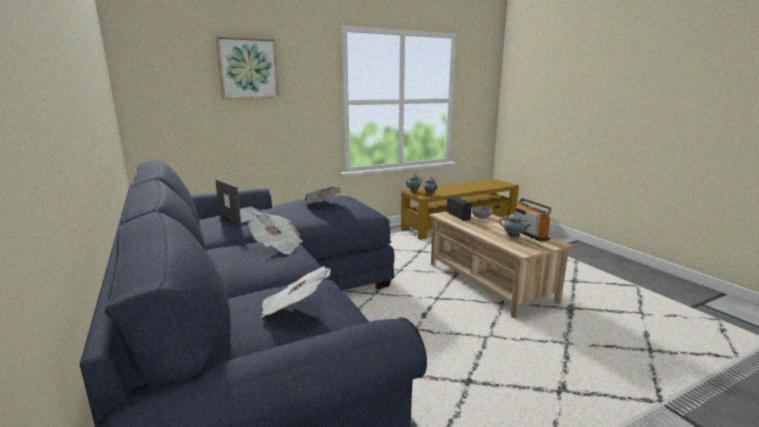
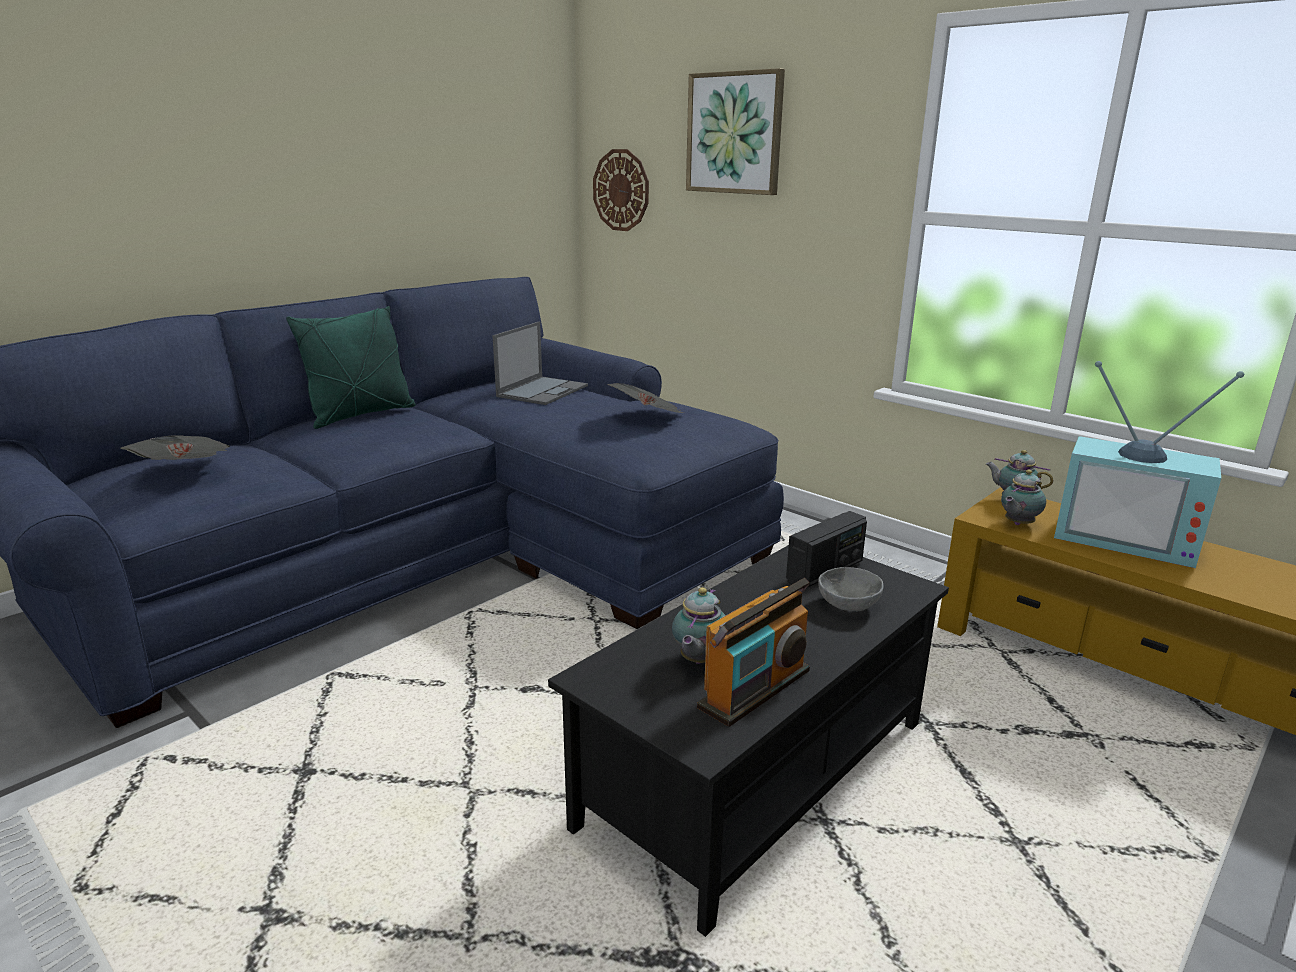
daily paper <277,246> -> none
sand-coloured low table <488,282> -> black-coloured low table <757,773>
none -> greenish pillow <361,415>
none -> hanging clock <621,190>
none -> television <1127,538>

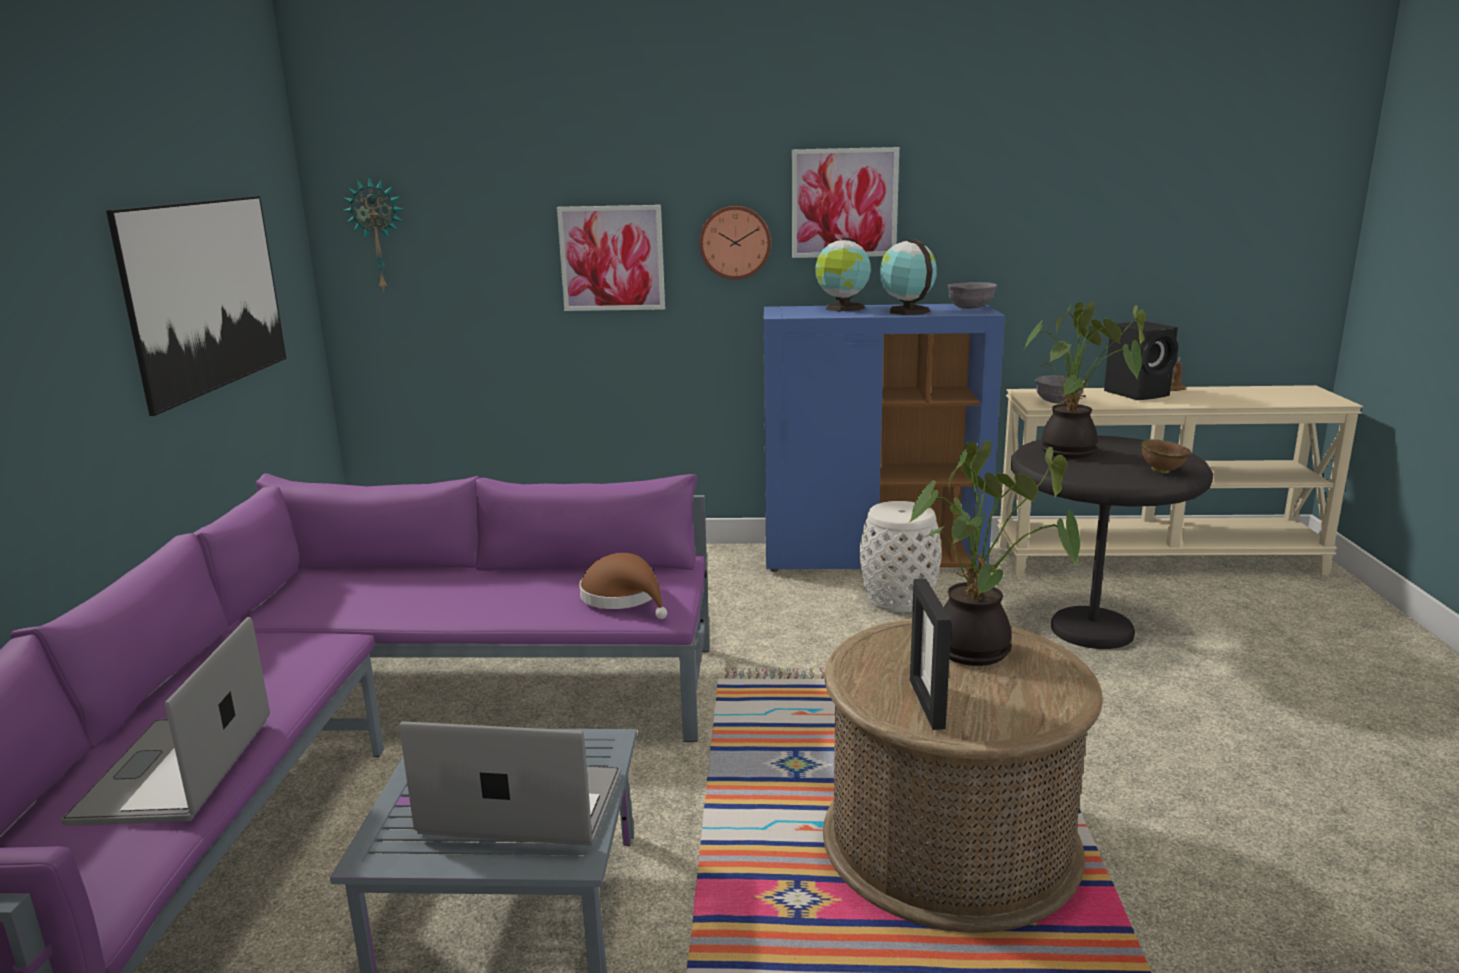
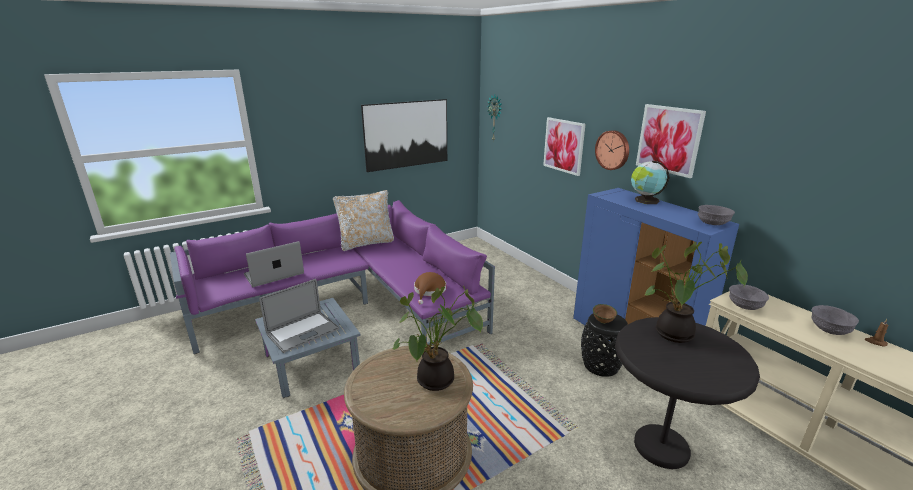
notebook computer <522,804> -> notebook computer <303,331>, 75 degrees clockwise
white stool <898,600> -> black-coloured stool <600,366>
desk globe <906,311> -> none
standing frame <929,703> -> none
black-coloured loudspeaker <1138,393> -> gray serving bowl <829,329>
brown-coloured serving bowl <1162,471> -> brown-coloured serving bowl <603,321>, moved
none -> white pillow <367,244>

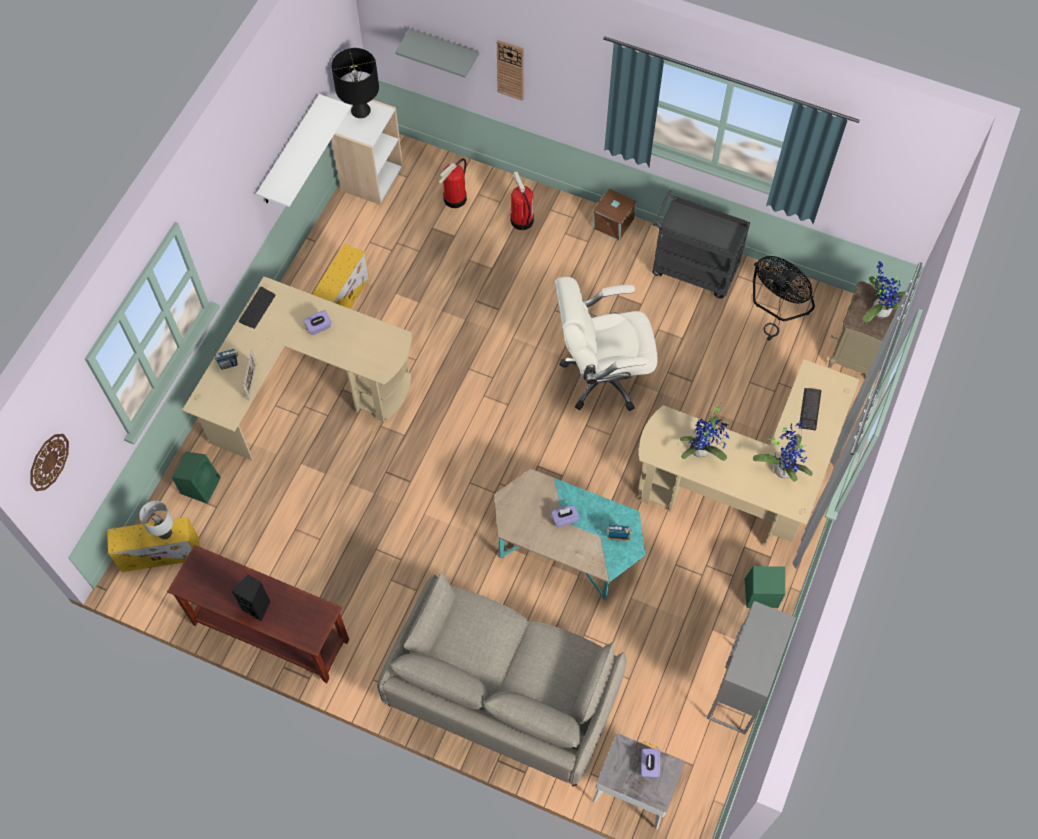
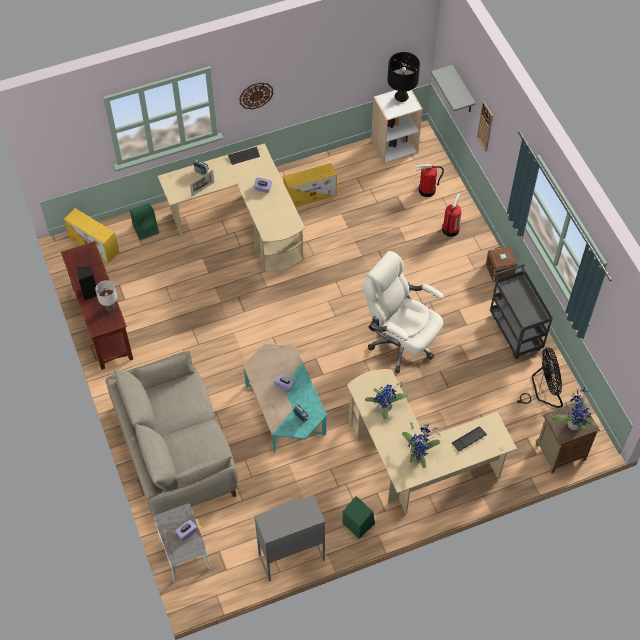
hanging clock <48,461> -> hanging clock <256,95>, moved
white table lamp <166,533> -> white table lamp <110,308>, moved
white wall shelf <290,152> -> none

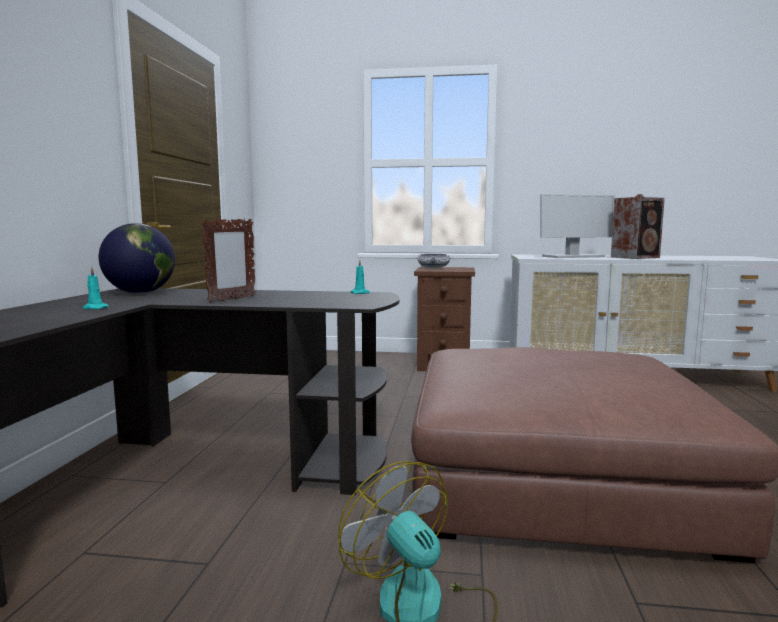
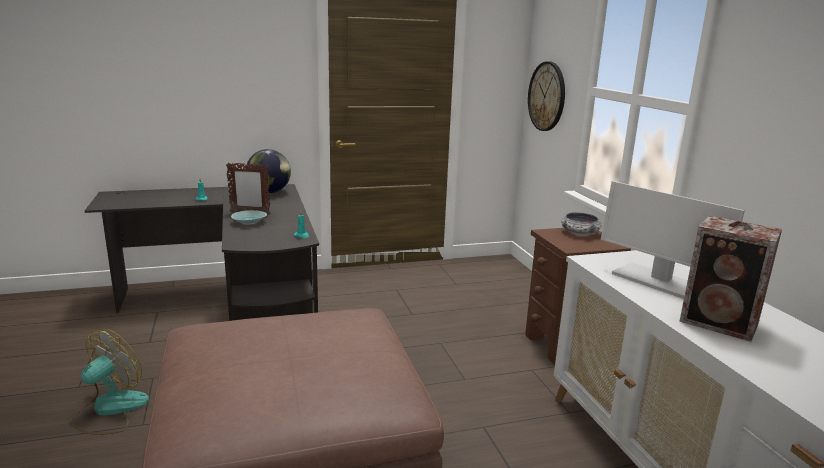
none -> turquoise-coloured serving bowl <248,222>
none -> hanging clock <547,96>

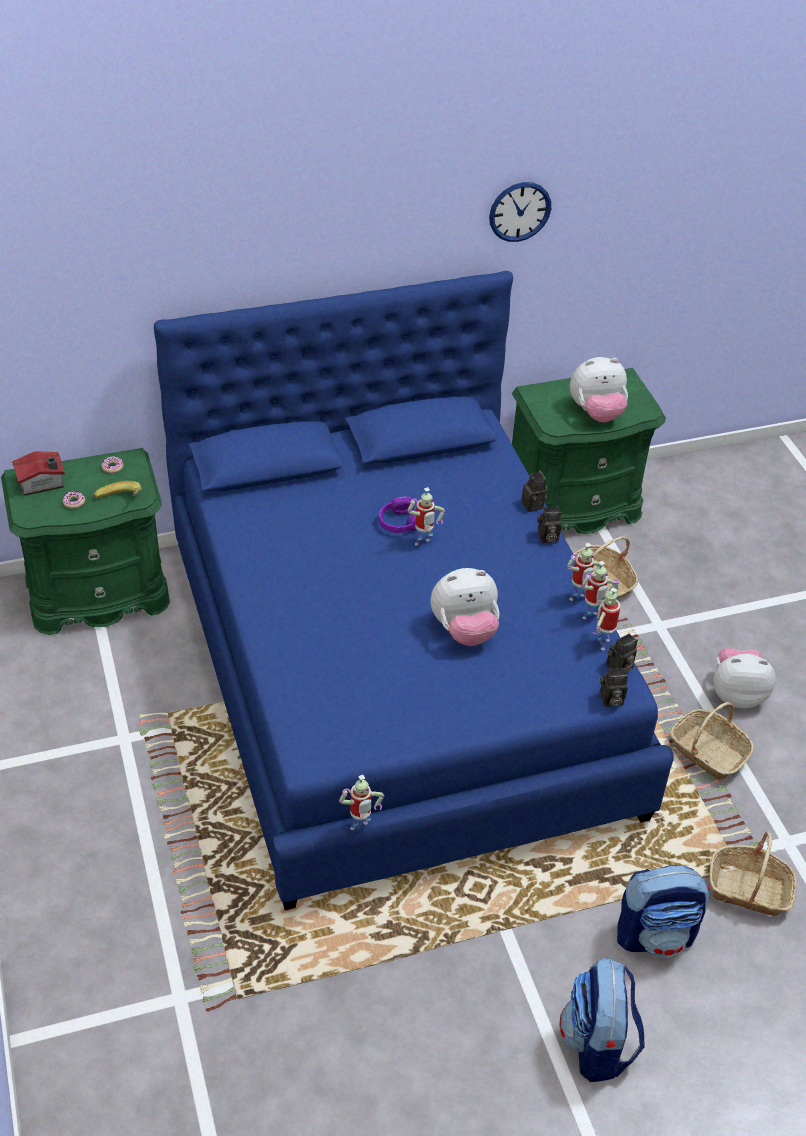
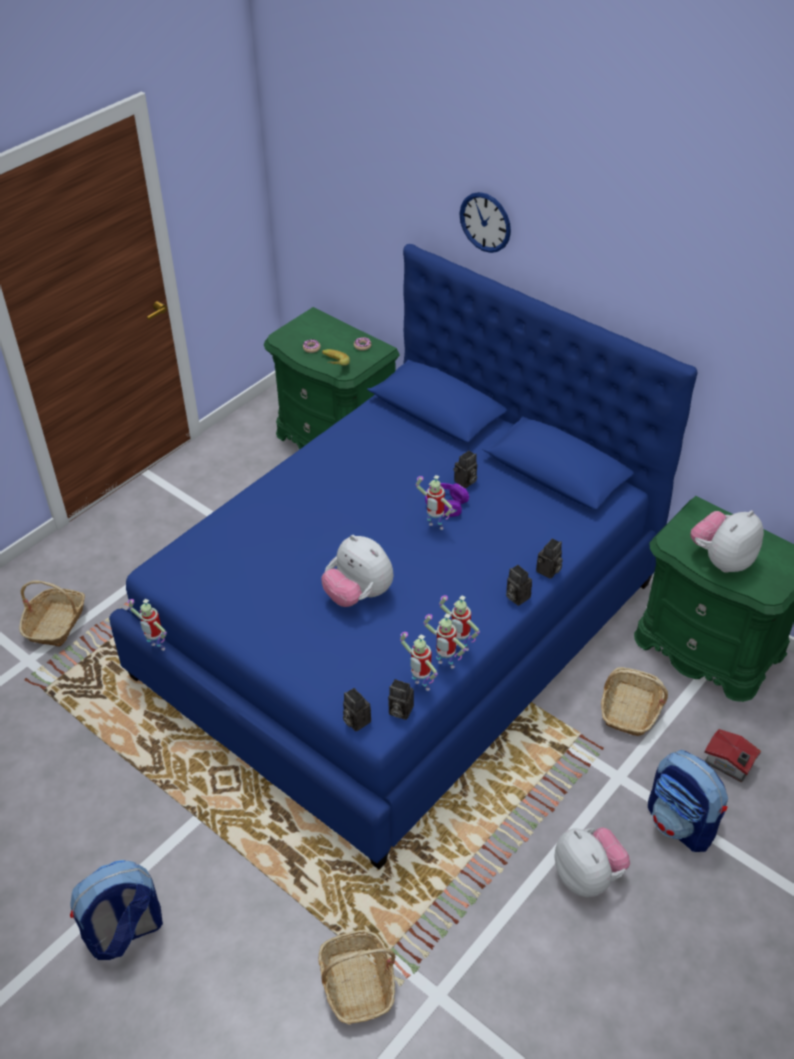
model house <42,483> -> model house <729,764>, moved
hanging clock <519,211> -> hanging clock <485,222>, moved
cuddly toy <596,413> -> cuddly toy <722,560>, 90 degrees clockwise
model robot <602,643> -> model robot <420,687>, 135 degrees counterclockwise
knapsack <655,934> -> knapsack <681,824>, moved
basket <707,752> -> basket <56,624>, moved
none -> photo camera <465,482>

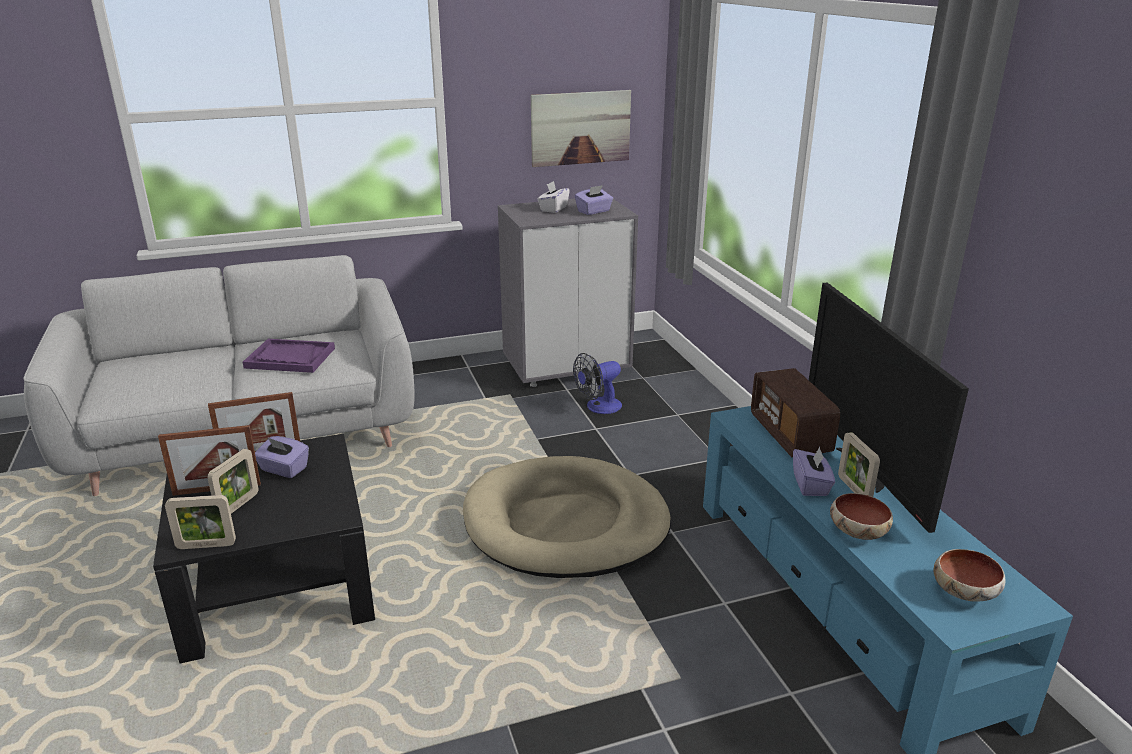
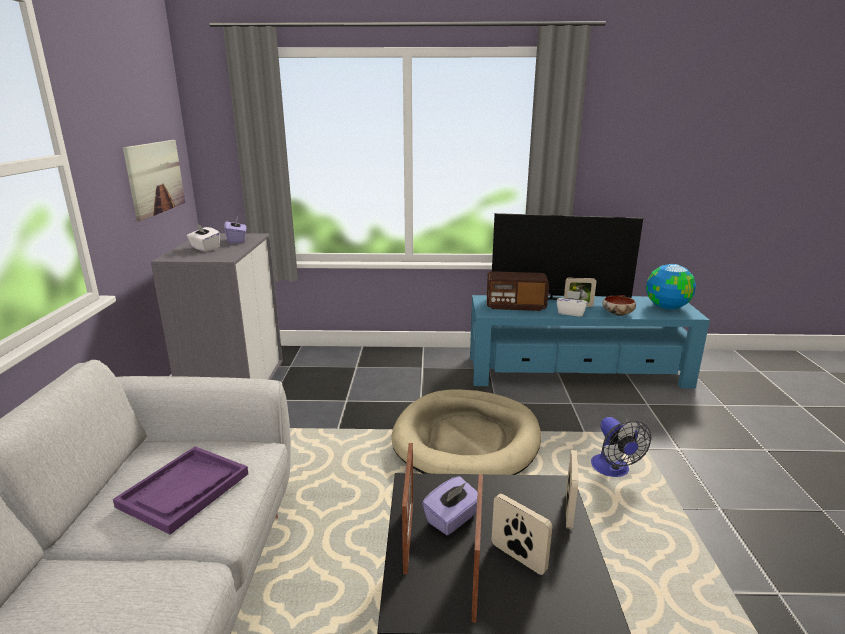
standing frame <206,545> -> standing frame <568,511>, moved
fan <598,407> -> fan <613,470>, moved
purple-coloured box of tissues <811,485> -> white box of tissues <571,313>
serving bowl <964,591> -> desk globe <666,307>

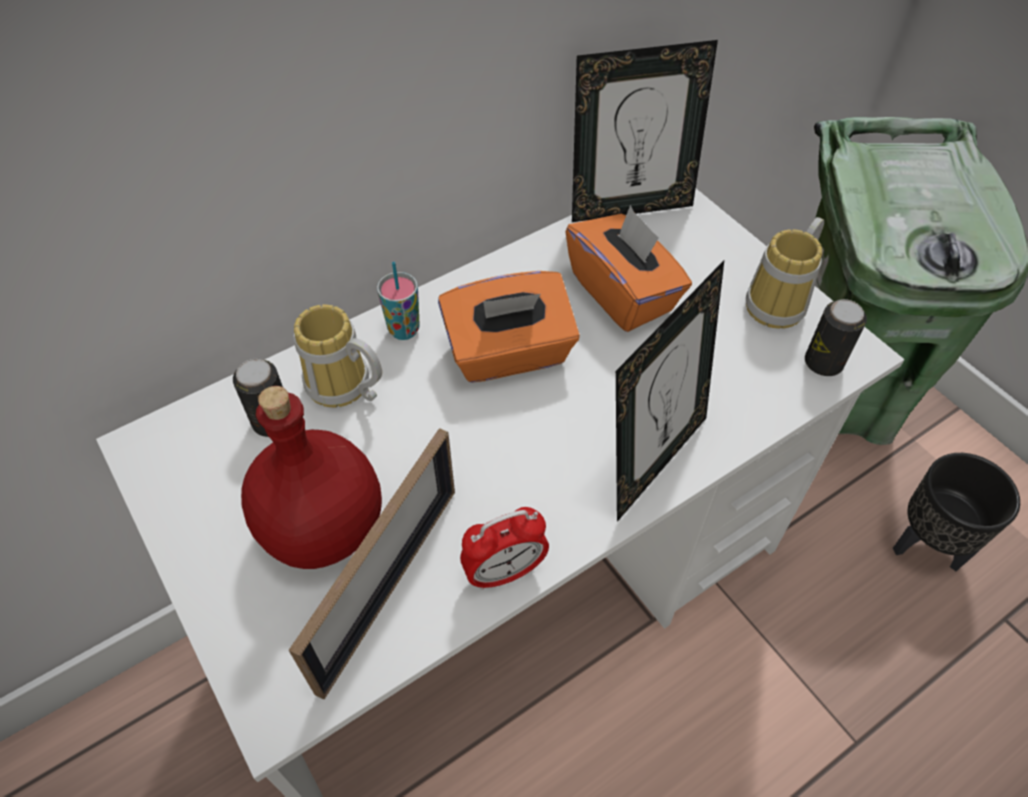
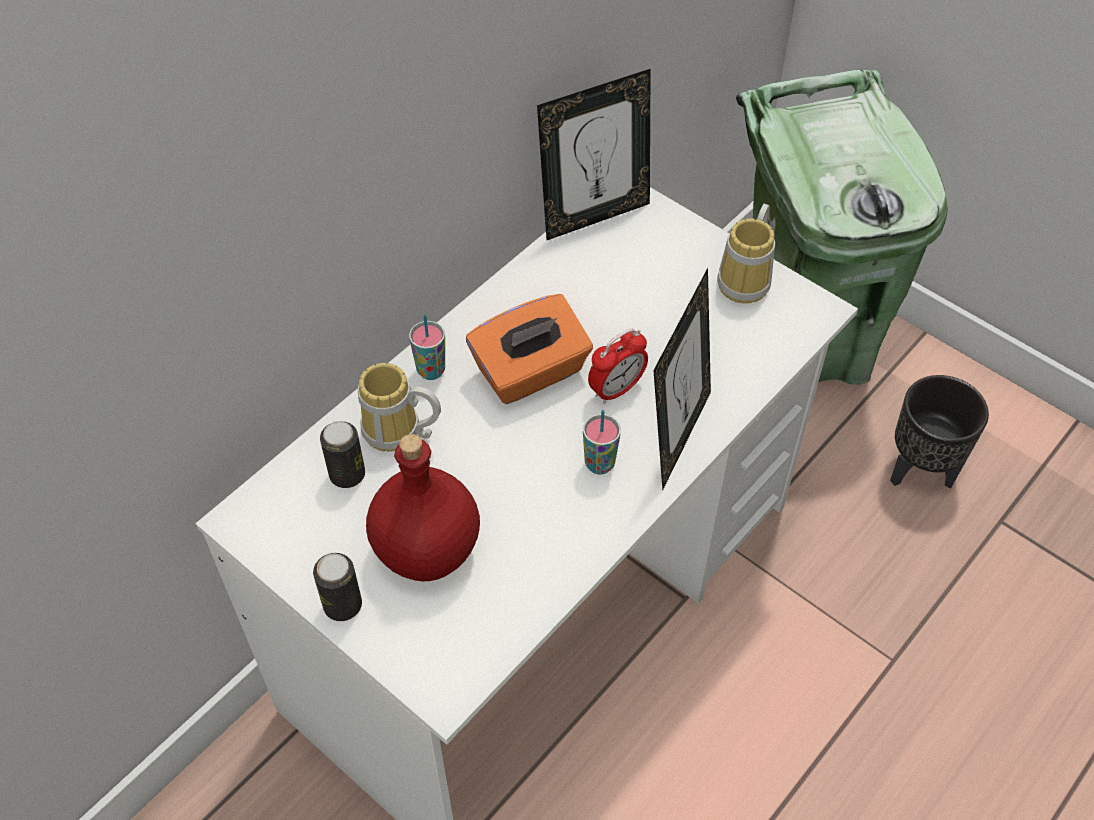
standing frame <389,585> -> none
table clock <504,572> -> table clock <616,389>, moved
orange-coloured box of tissues <623,293> -> none
sealed can <823,363> -> sealed can <342,605>, moved
none -> drinking cup <599,464>

